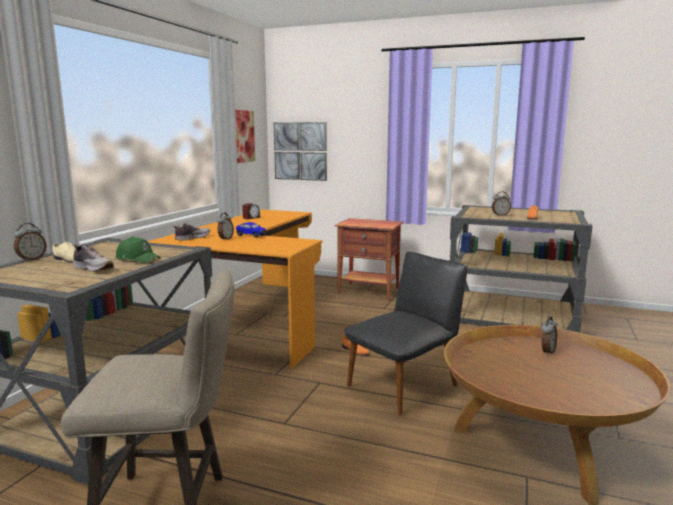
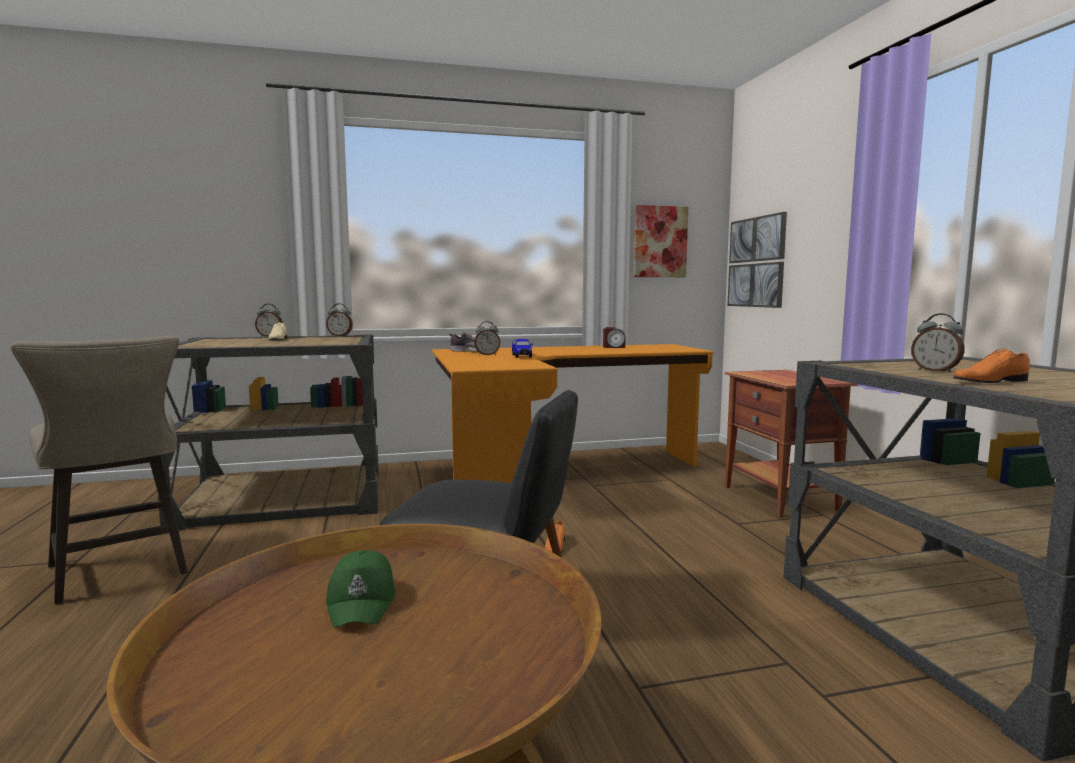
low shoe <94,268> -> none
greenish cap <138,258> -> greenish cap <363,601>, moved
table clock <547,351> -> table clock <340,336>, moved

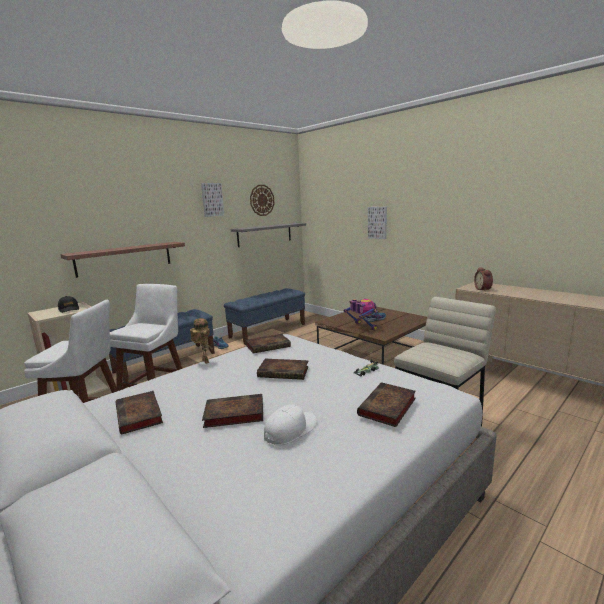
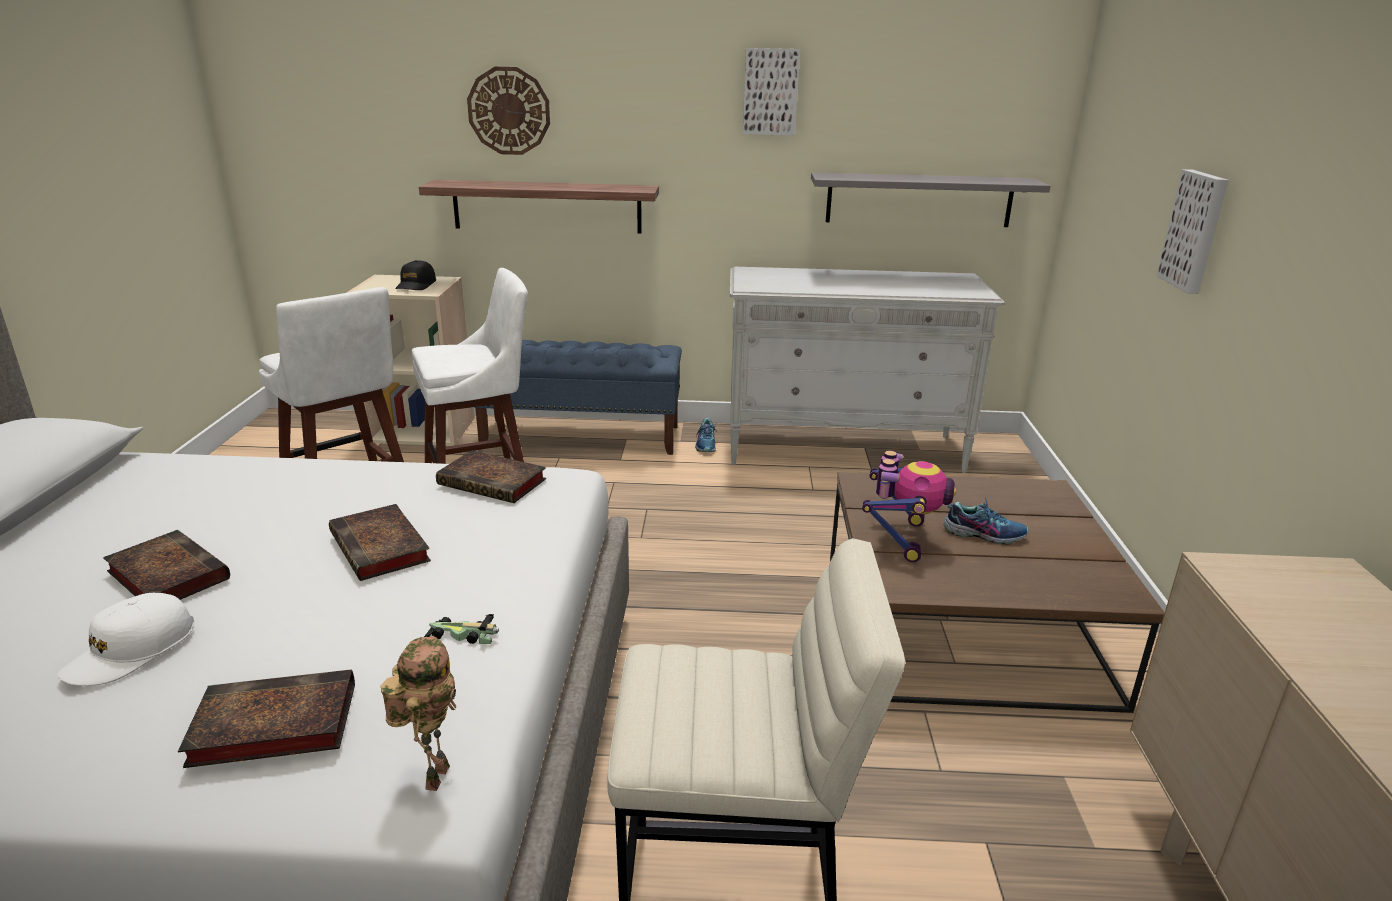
volume <140,415> -> none
model robot <204,361> -> model robot <434,775>, moved
blue indoor bench <268,331> -> white drawer chest <845,450>
hanging clock <262,200> -> hanging clock <509,111>, moved
white cap <290,430> -> white cap <131,652>, 120 degrees clockwise
table clock <483,289> -> none

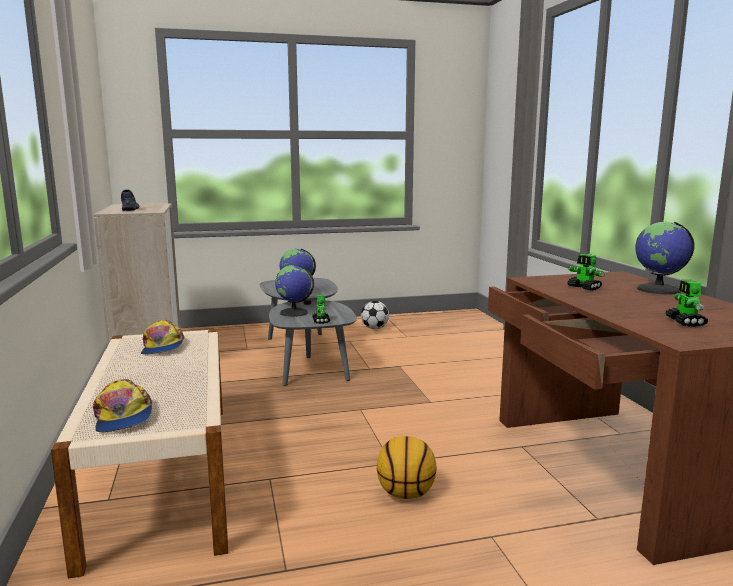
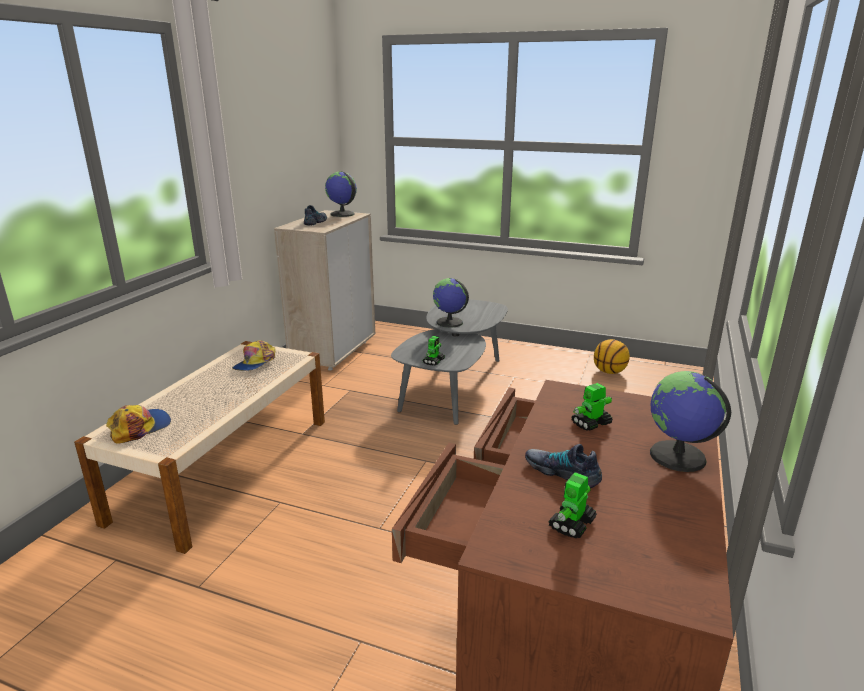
cap <123,417> -> cap <140,427>, 150 degrees counterclockwise
desk globe <294,313> -> desk globe <342,214>, moved
football <374,328> -> none
ball for basketball <405,494> -> ball for basketball <609,372>, moved
model robot <584,288> -> model robot <590,423>, 60 degrees clockwise
none -> low shoe <562,472>

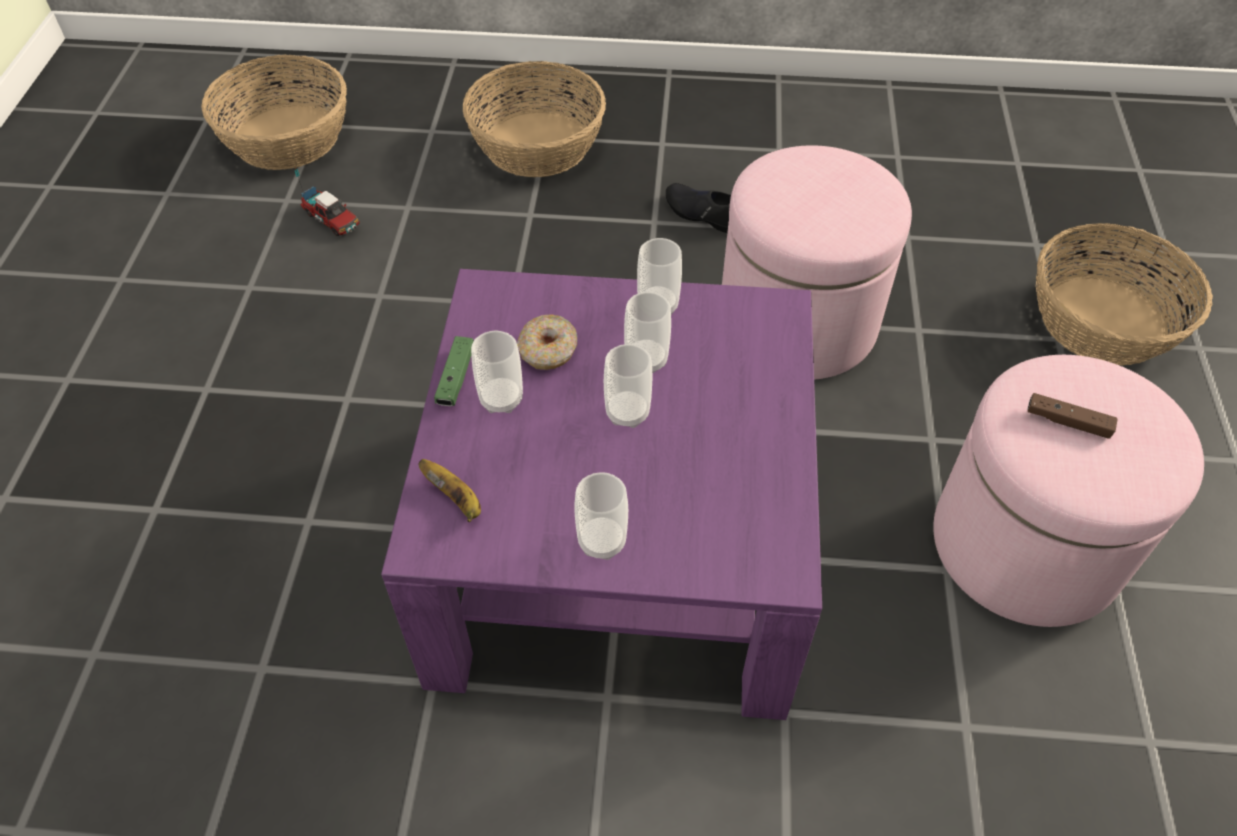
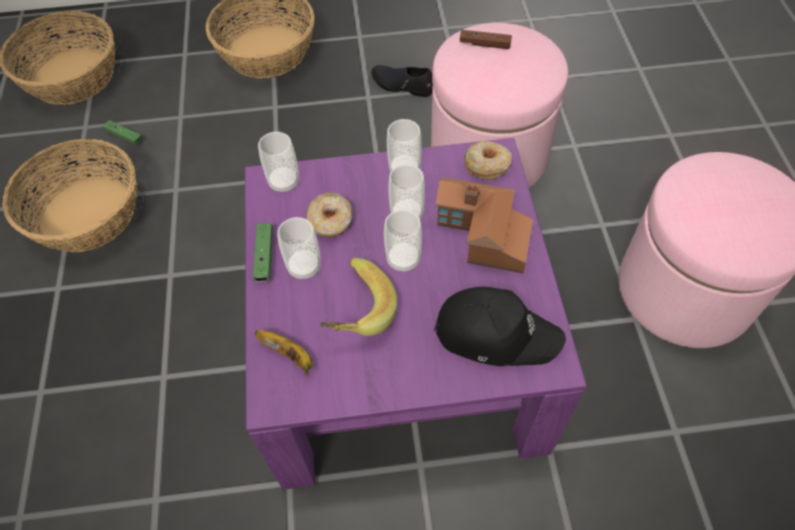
toy lorry <332,220> -> greenish joypad <124,136>
drinking cup <602,541> -> drinking cup <284,182>, moved
brown-coloured joypad <1067,422> -> brown-coloured joypad <485,44>, moved
basket <1101,320> -> basket <87,214>, moved
none -> whole banana <354,310>
none -> black-coloured cap <495,332>
none -> model house <482,235>
none -> doughnut <487,165>

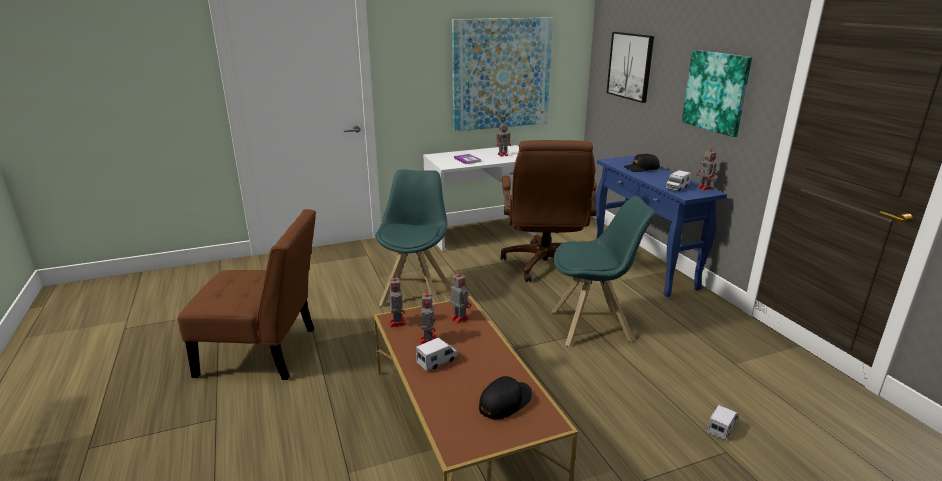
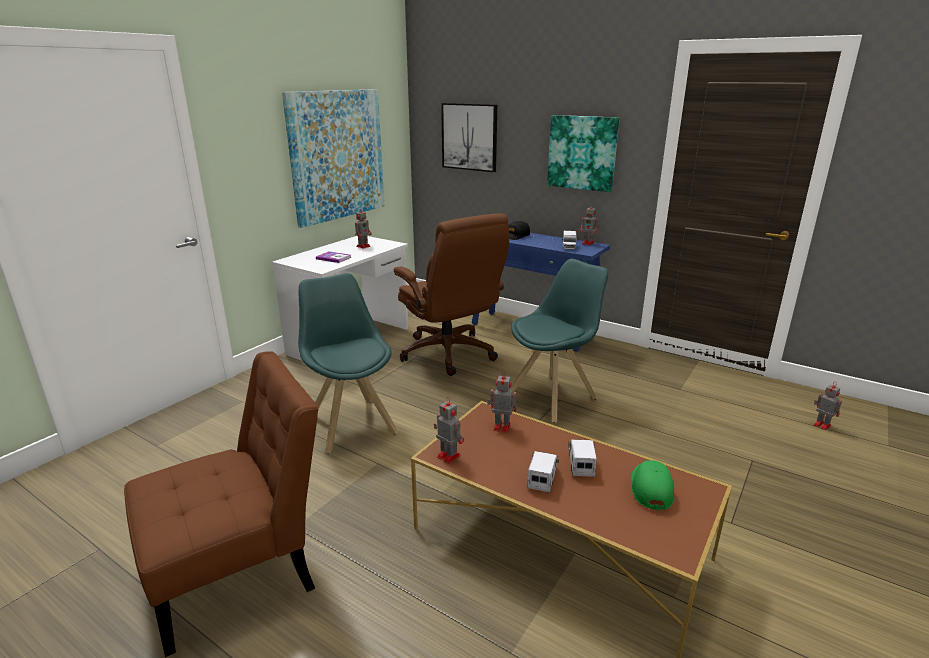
model robot <428,339> -> model robot <821,425>, moved
black-coloured cap <505,402> -> greenish cap <650,488>
toy lorry <721,427> -> toy lorry <581,464>, moved

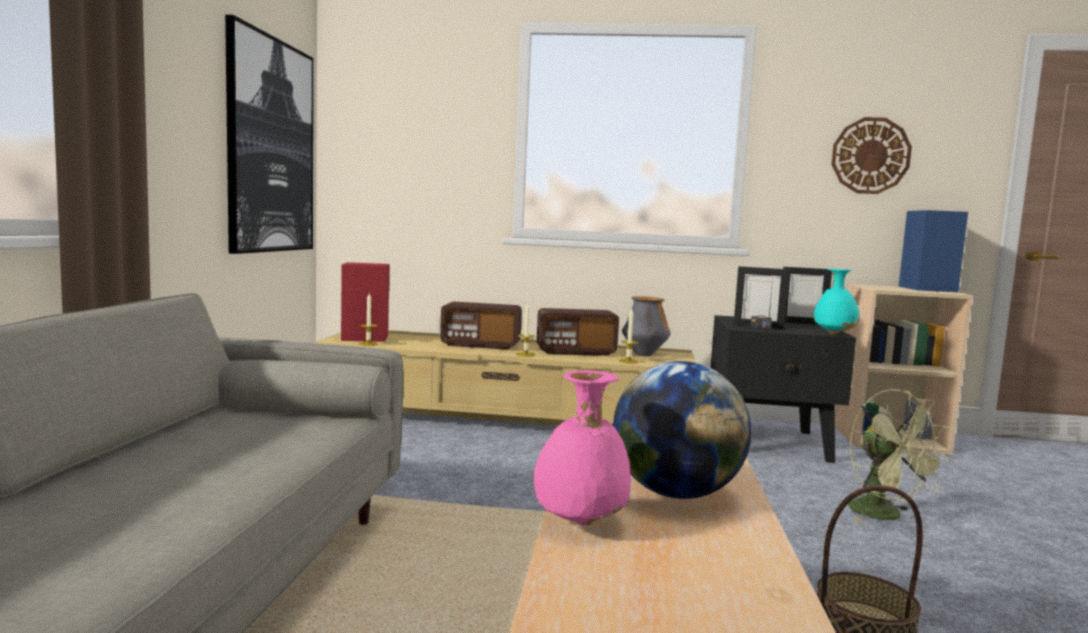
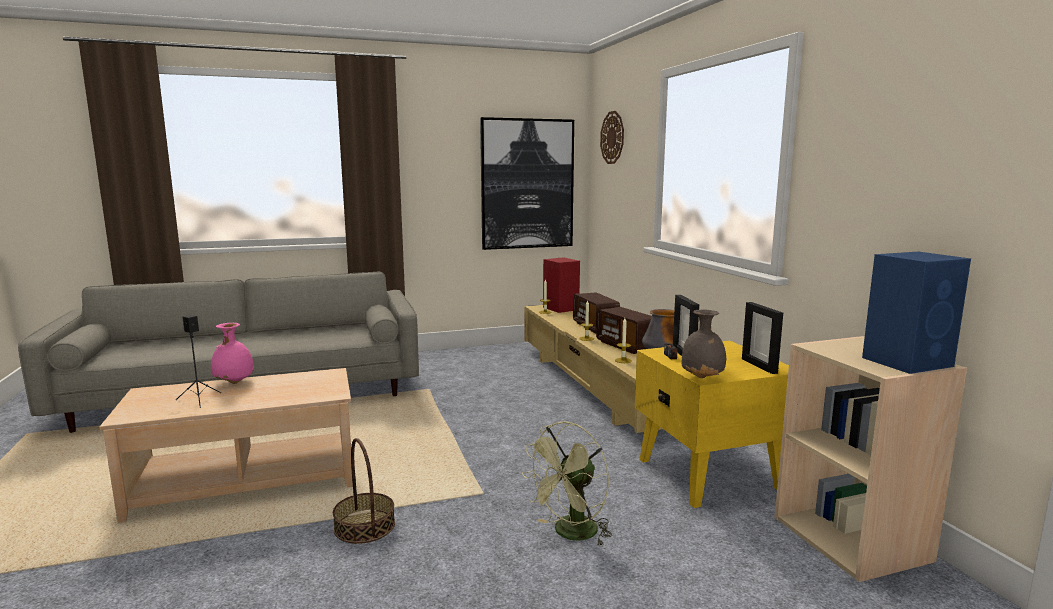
desk globe <675,493> -> none
black-coloured night table <770,442> -> yellow night table <709,474>
turquoise-coloured vase <834,334> -> gray vase <703,378>
hanging clock <870,156> -> hanging clock <612,137>, moved
none -> black-coloured loudspeaker <199,400>

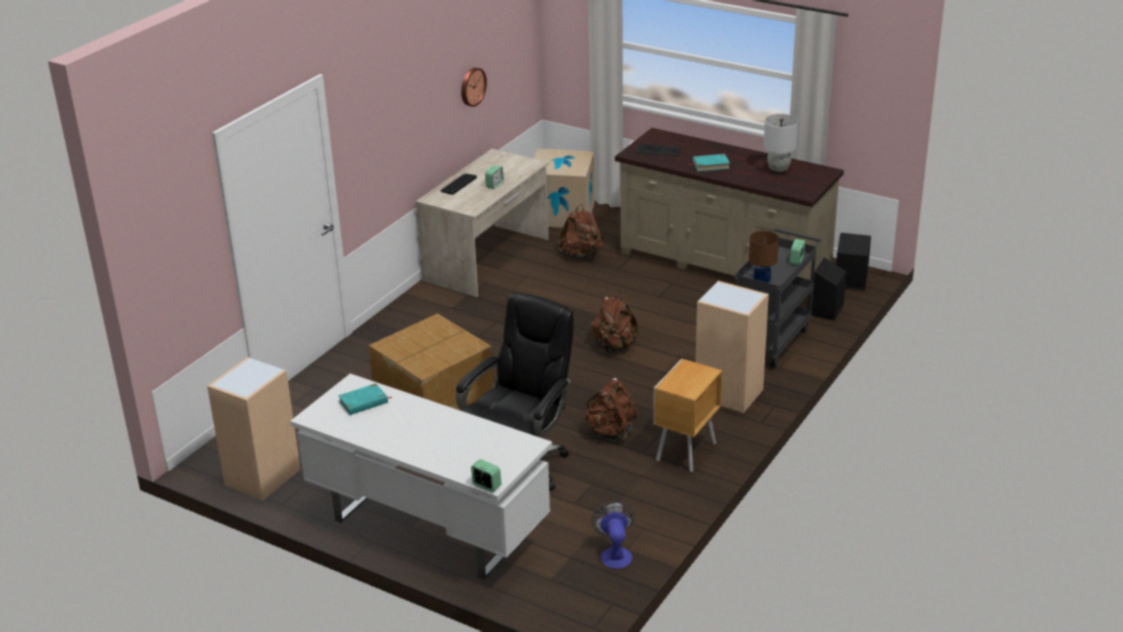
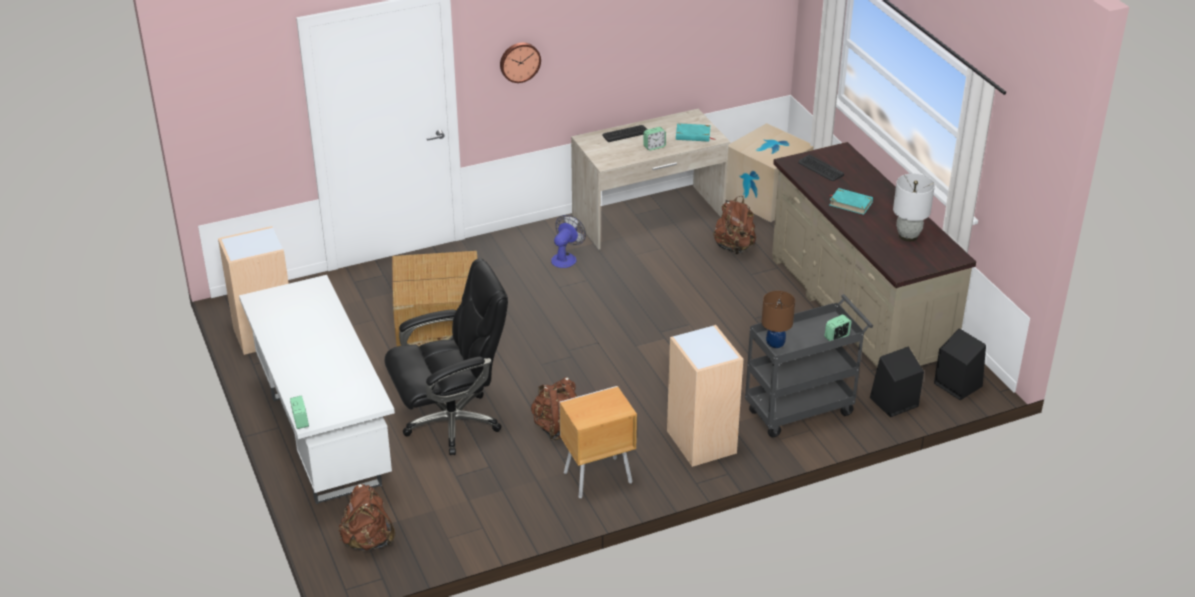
turquoise-coloured volume <363,402> -> turquoise-coloured volume <693,135>, moved
hanging clock <472,86> -> hanging clock <519,61>, moved
brown-coloured knapsack <614,346> -> brown-coloured knapsack <368,540>, moved
fan <615,553> -> fan <566,258>, moved

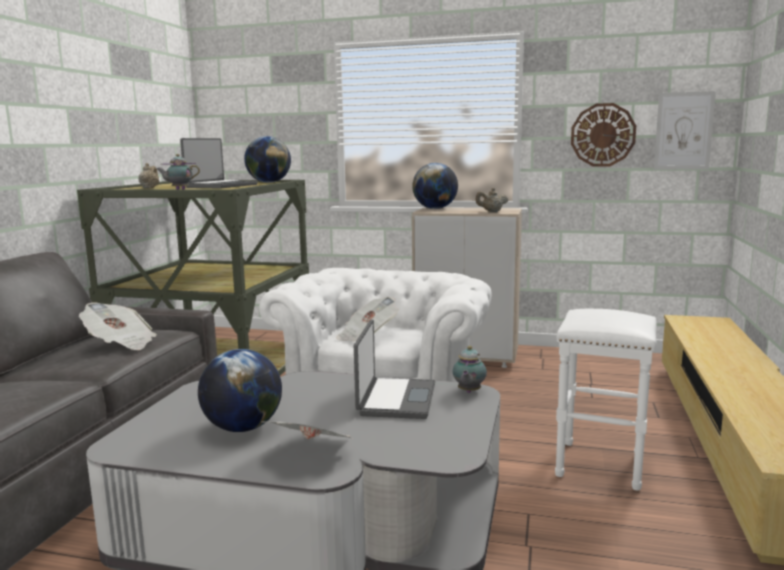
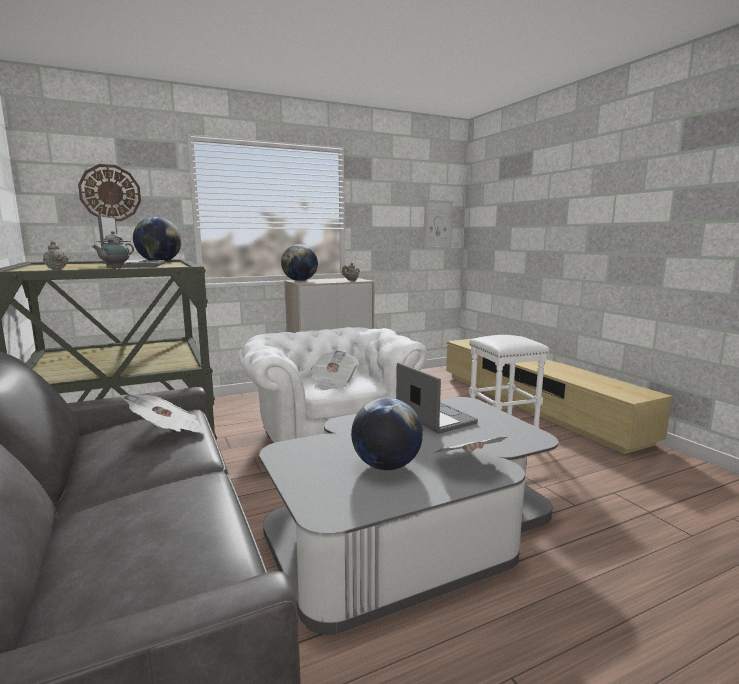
tea pot <468,392> -> none
hanging clock <603,135> -> hanging clock <110,193>, moved

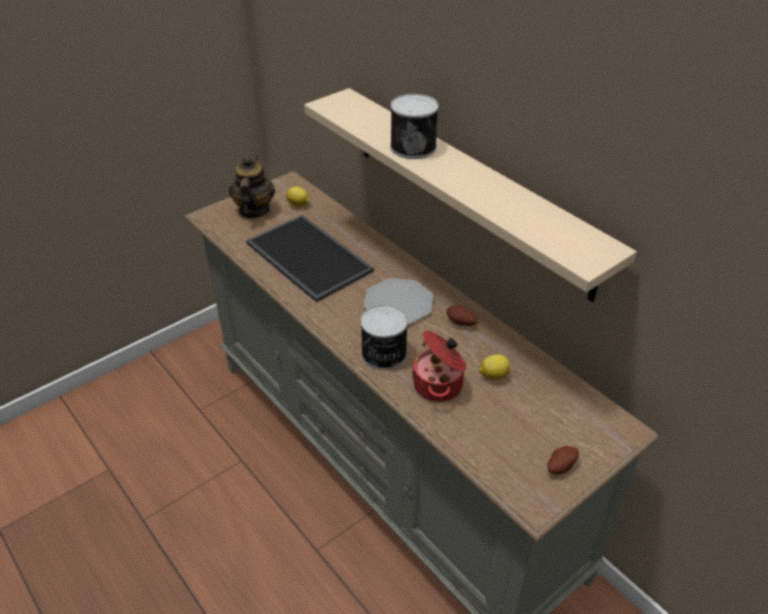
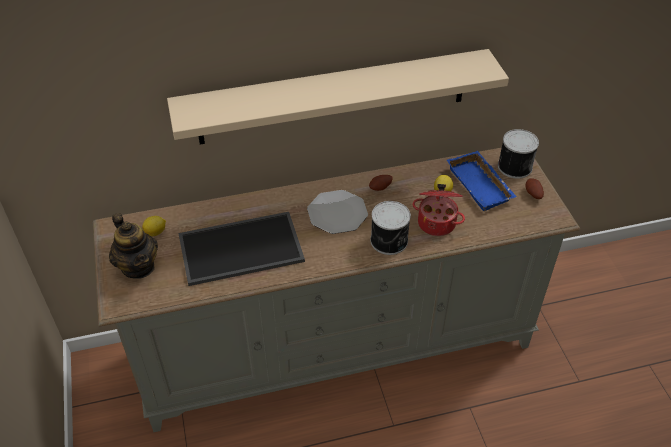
tea pot <254,210> -> tea pot <138,266>, 150 degrees counterclockwise
sealed can <413,146> -> sealed can <514,166>, moved
none -> blue carrying tray <481,185>

